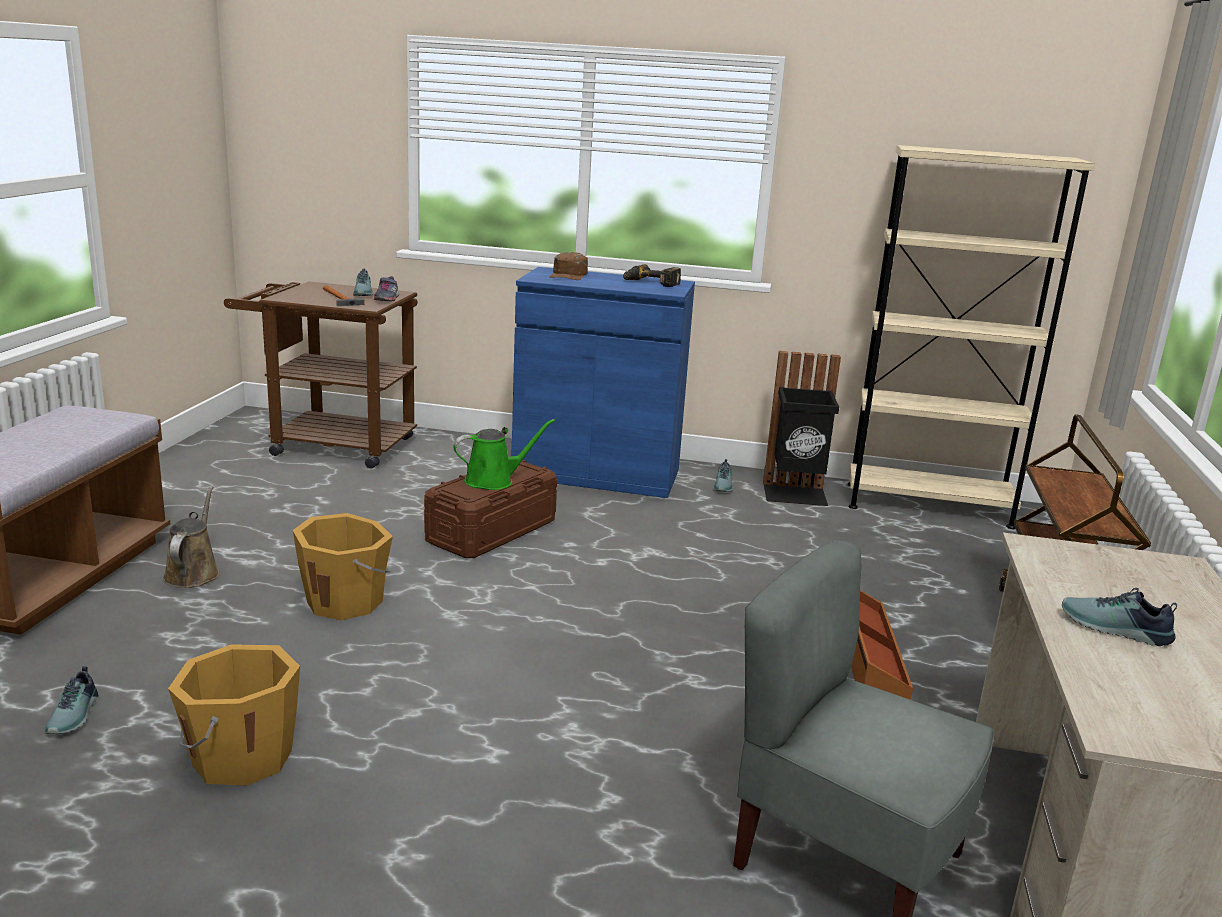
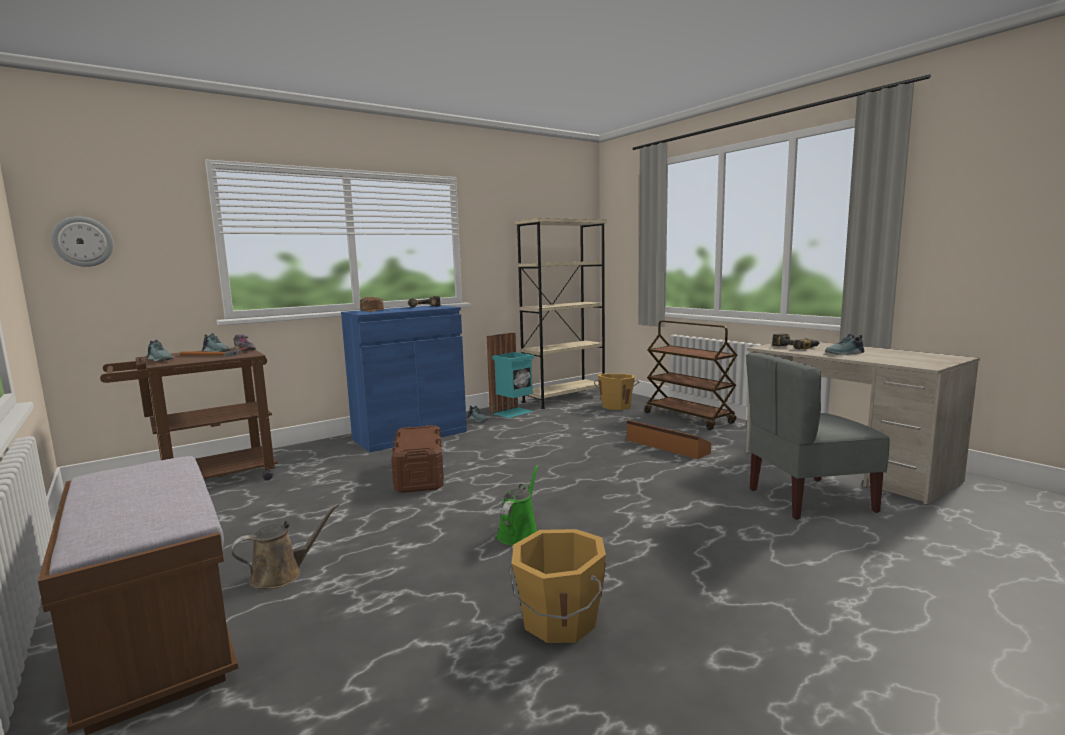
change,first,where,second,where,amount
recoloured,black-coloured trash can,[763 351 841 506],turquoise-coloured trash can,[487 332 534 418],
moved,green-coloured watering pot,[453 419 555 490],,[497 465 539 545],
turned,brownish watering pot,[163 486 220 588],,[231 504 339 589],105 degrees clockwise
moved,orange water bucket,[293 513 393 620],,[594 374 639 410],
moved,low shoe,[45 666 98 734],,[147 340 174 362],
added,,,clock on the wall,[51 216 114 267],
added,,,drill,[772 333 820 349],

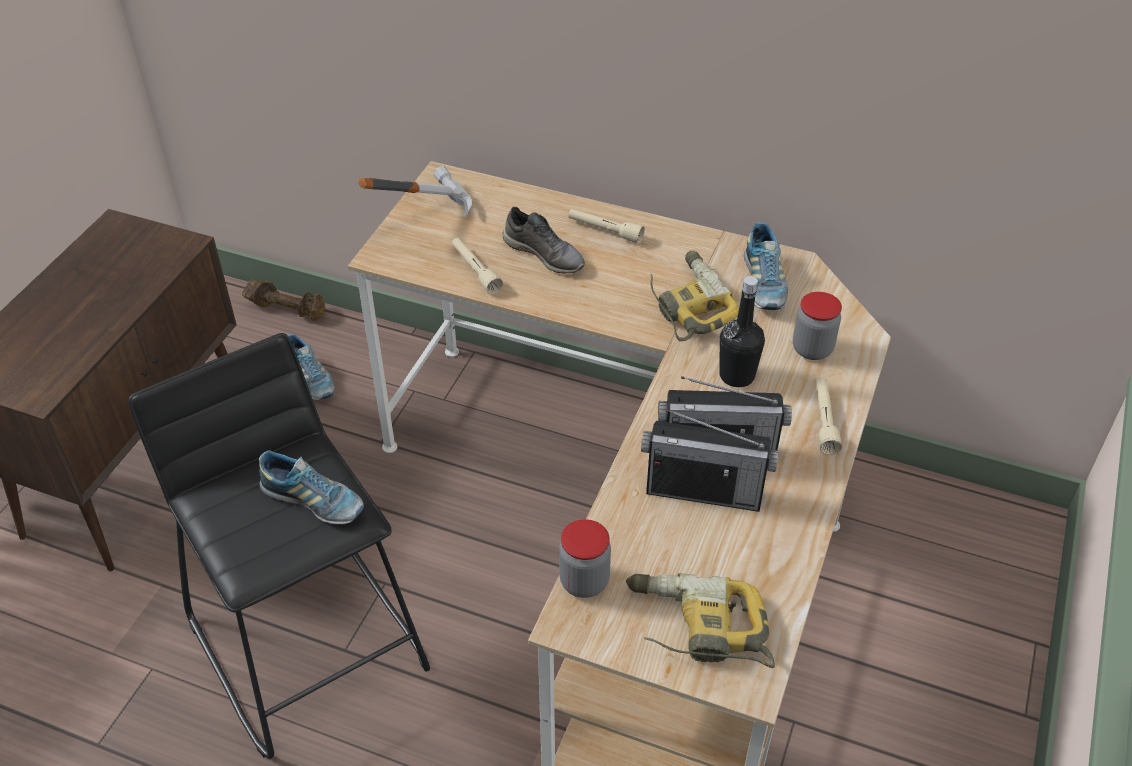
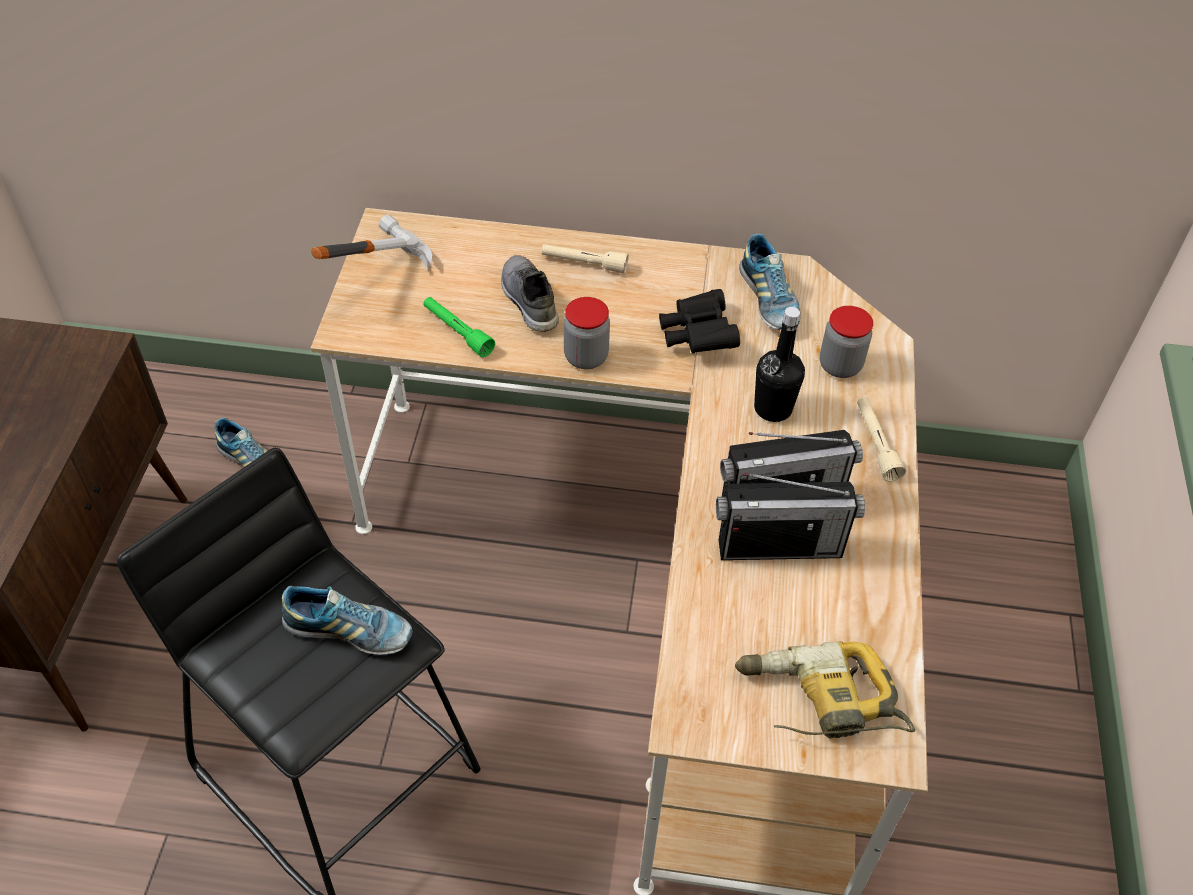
change,first,where,second,where,amount
turned,grey low shoe,[502 207 585 274],,[501 255 559 332],135 degrees counterclockwise
recoloured,beige torch,[452 238 503 294],green-coloured torch,[423 297 495 357],
replaced,drill,[650 251 739 341],black-coloured pair of binoculars,[659 289 740 353],
removed,brownish dumbbell,[242 279 325 321],,,
moved,storage jar,[559 519 611 598],,[564 297 610 369],

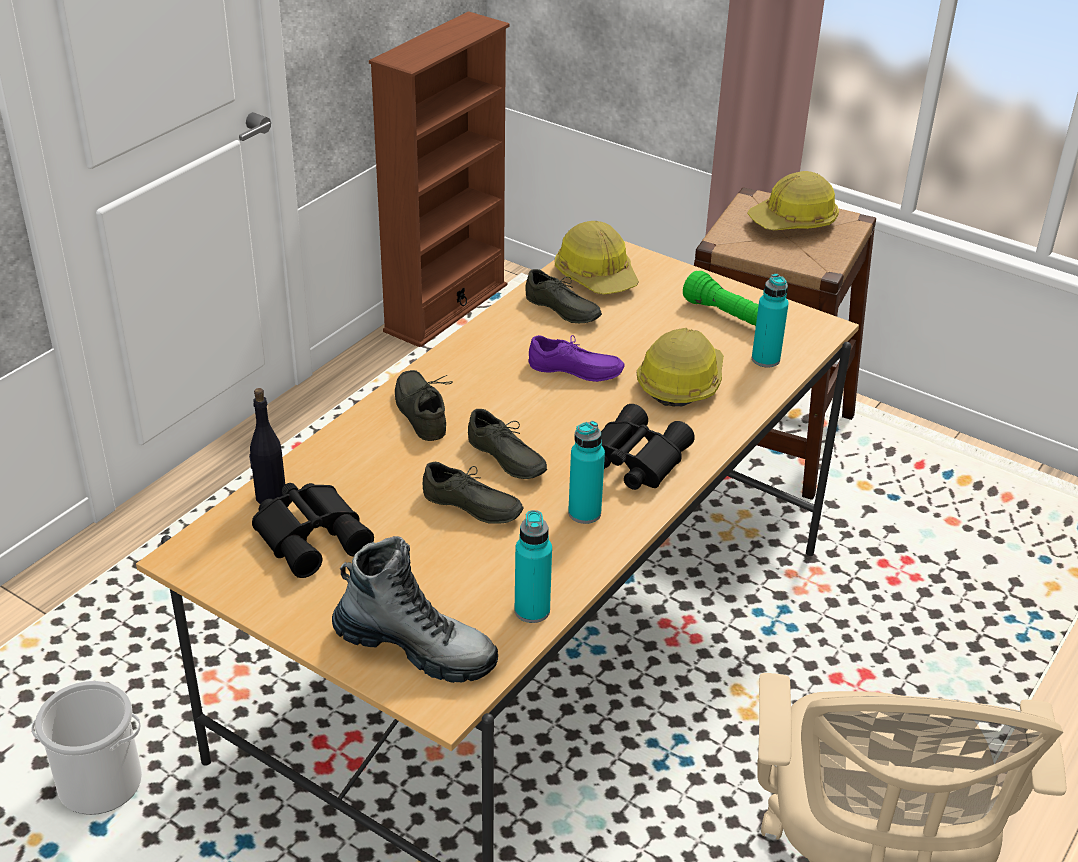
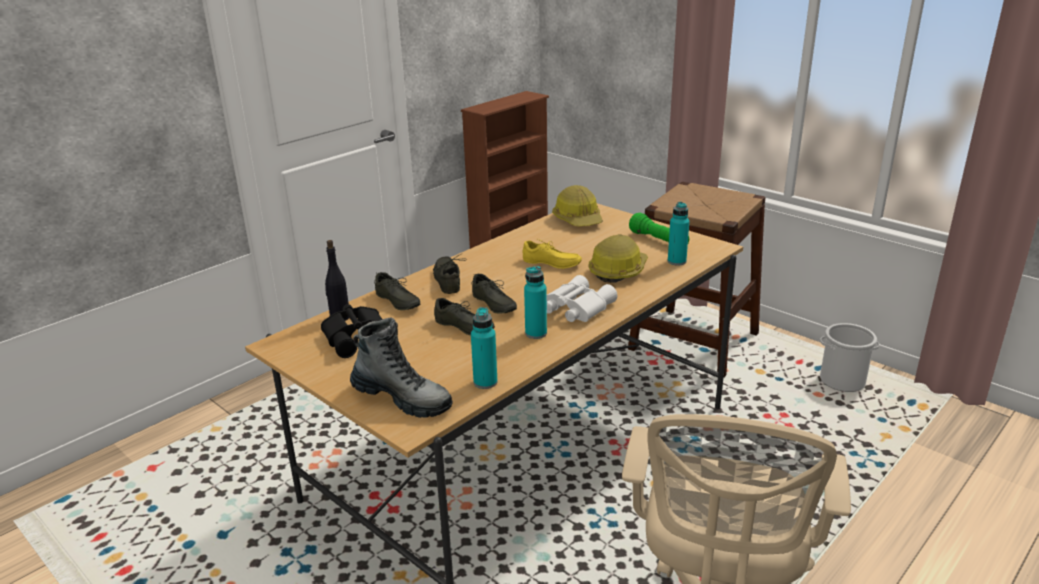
change,first,where,second,where,amount
removed,work helmet,[747 171 839 230],,,
moved,grey low shoe,[525 269 602 323],,[374 272 421 310],
recoloured,purplish low shoe,[528 335 625 382],yellow-coloured low shoe,[523 239 582 269],
recoloured,black-coloured pair of binoculars,[601 404 695 490],white-coloured pair of binoculars,[547 275 617 322],
moved,water bucket,[31 681 142 815],,[820 323 879 392],

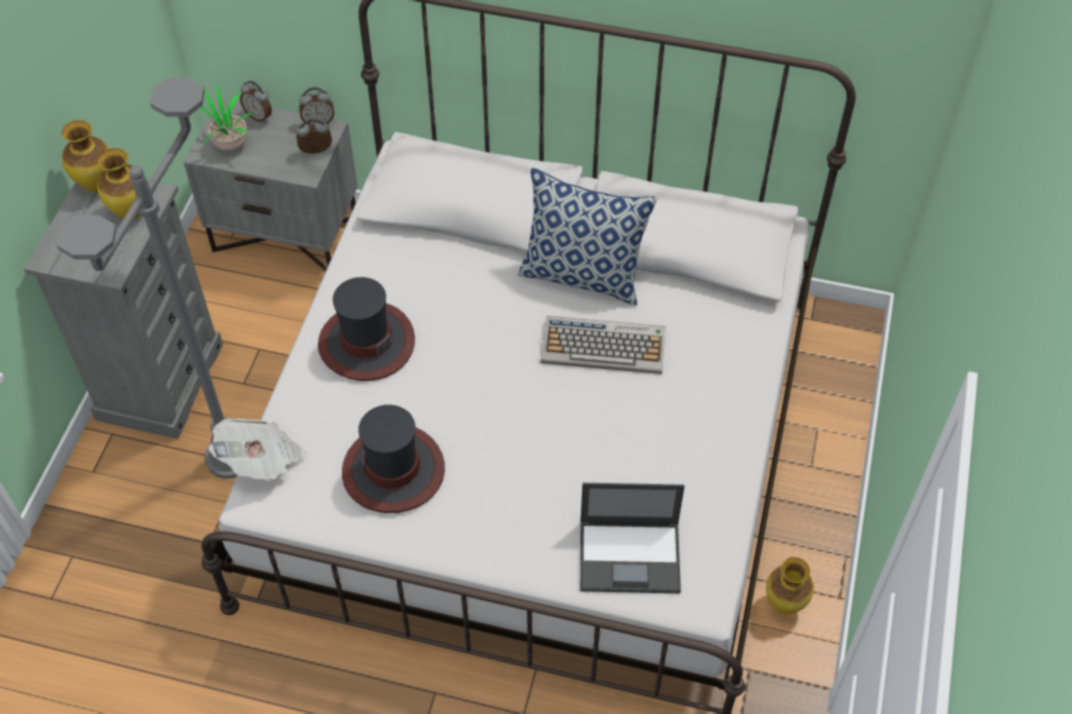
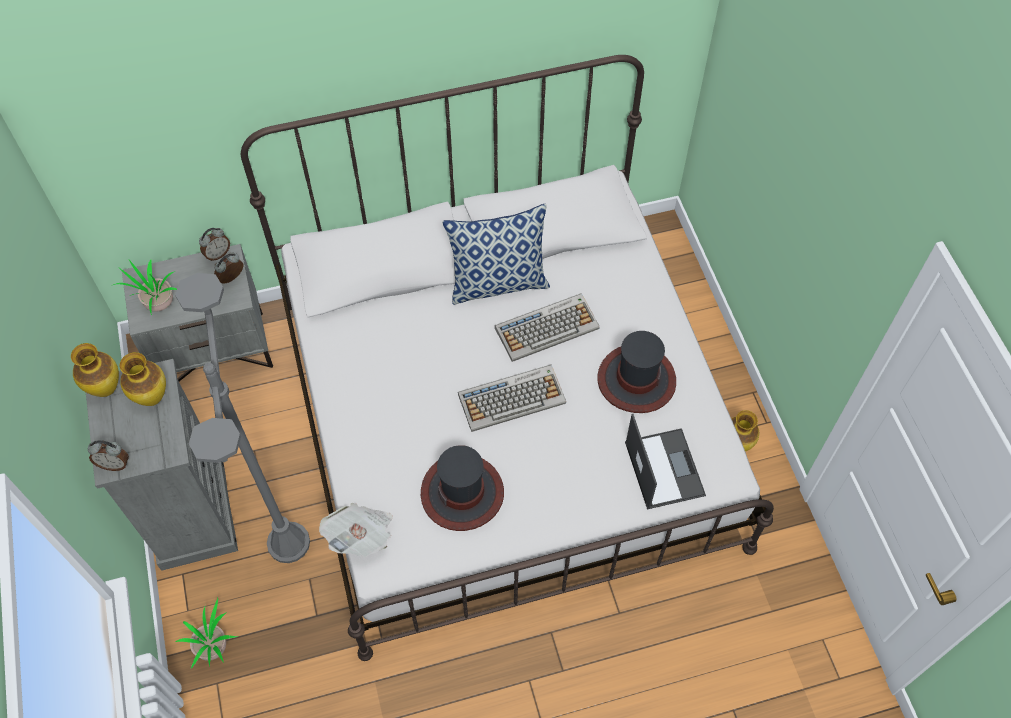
change,first,where,second,where,amount
moved,alarm clock,[240 81 272 123],,[88 440 129 471],
moved,clothing hat,[318 277 415 381],,[598 331 676 413],
turned,notebook computer,[580 483 685 593],,[625 414 706 509],75 degrees counterclockwise
added,,,computer keyboard,[458 364 566 432],
added,,,plant in a pot,[176 598 238 668],

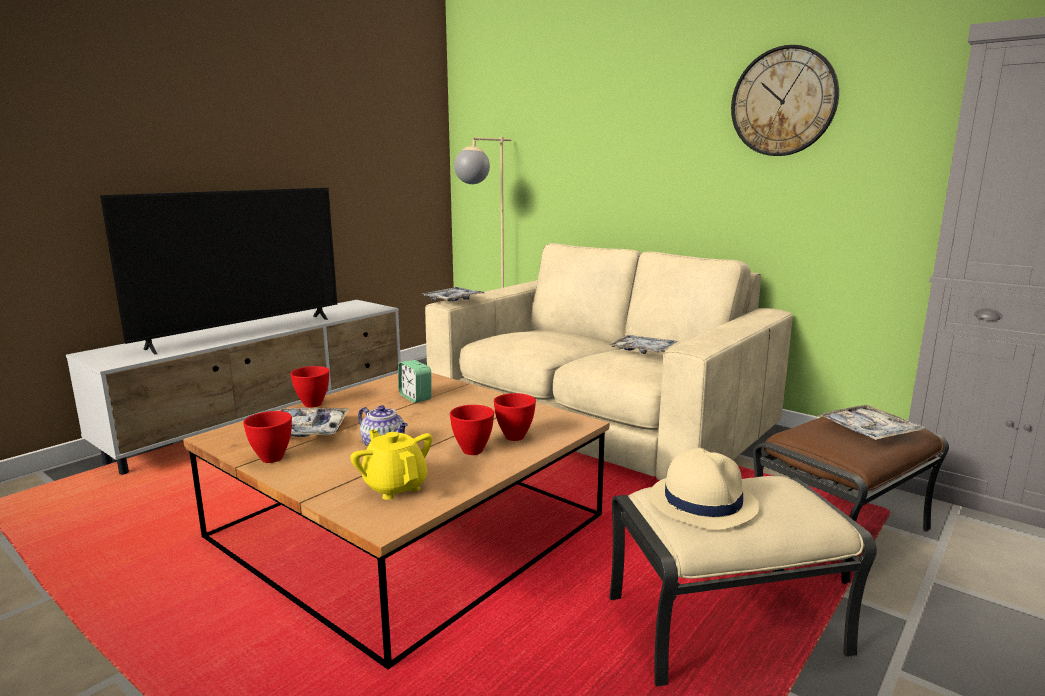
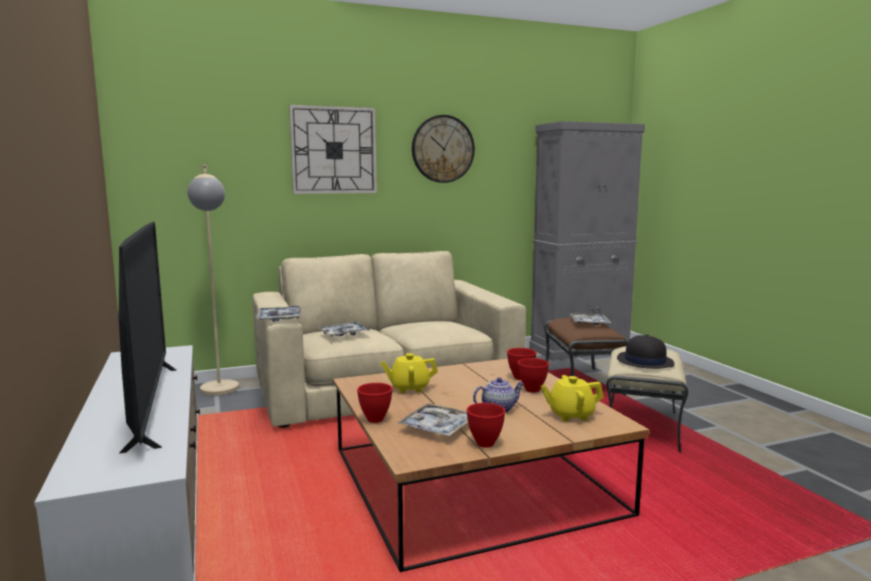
change,first,where,second,where,amount
moved,tray,[608 335 678 354],,[319 322 371 336],
replaced,alarm clock,[398 360 431 403],yellow-coloured tea pot,[381 353 438 393],
recoloured,beige clothing hat,[650 448 759 530],black-coloured clothing hat,[617 334 674 369],
added,,,clock on the wall,[289 105 377 194],

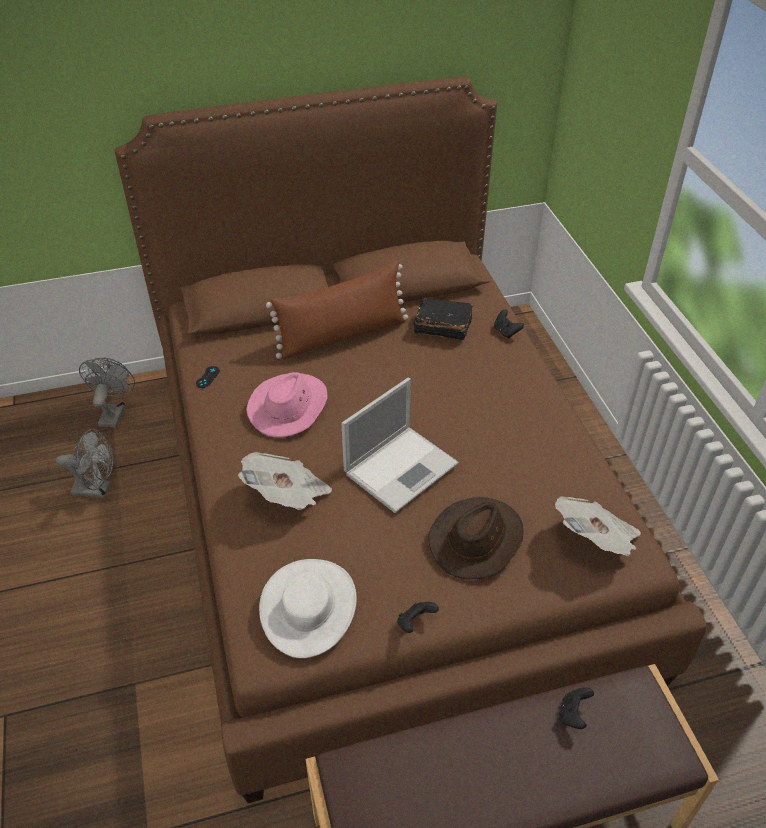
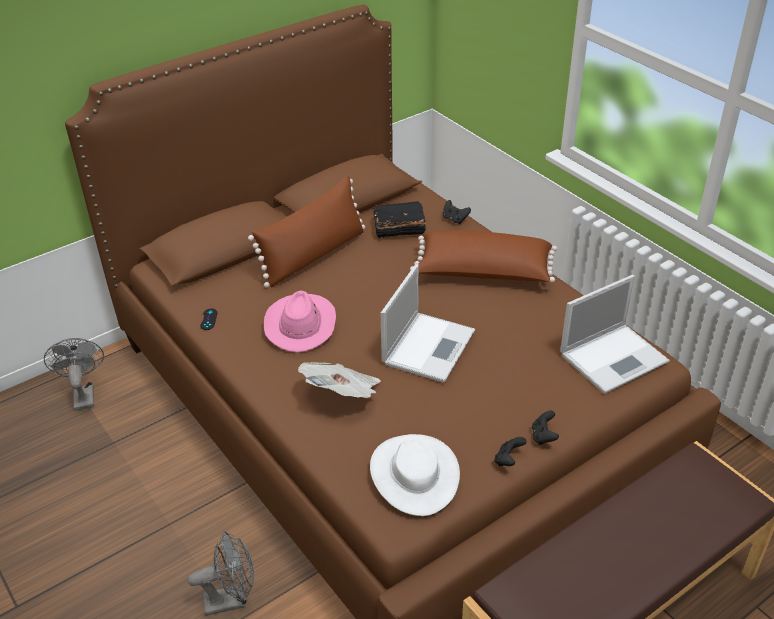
change,first,where,second,where,amount
moved,grey cooling fan,[56 429 113 498],,[188 531 254 616],
replaced,printed paper,[555 496 641 556],notebook computer,[560 275 670 394],
removed,brownish clothing hat,[428 497 524 580],,,
moved,black-coloured joypad,[559 687 594 729],,[532 411 559 445],
added,,,brownish pillow,[410 230 557 283],

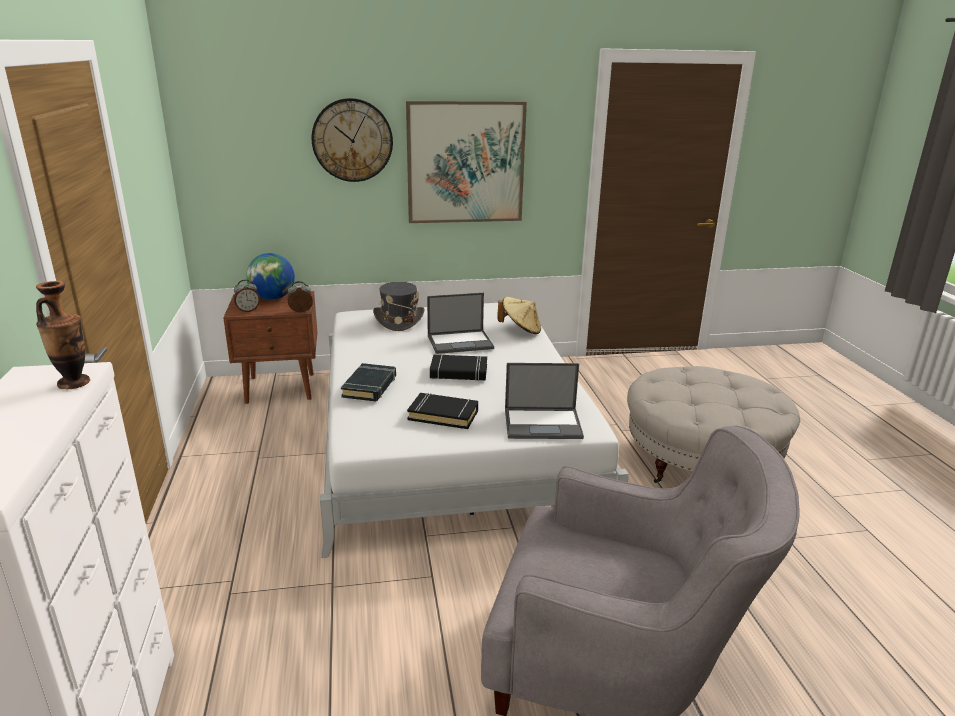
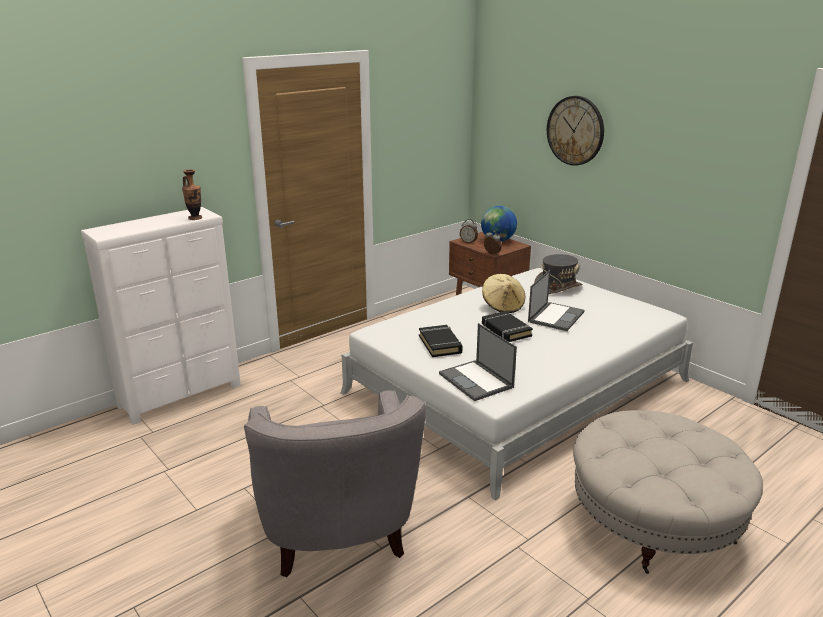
change,first,where,second,where,amount
removed,wall picture,[406 101 527 223],,,
turned,notebook computer,[427 293 494 354],,[528 270 585 331],105 degrees counterclockwise
moved,beige clothing hat,[498 297 541 334],,[482 274 526 313],
removed,black-coloured bound book,[341 363 396 401],,,

